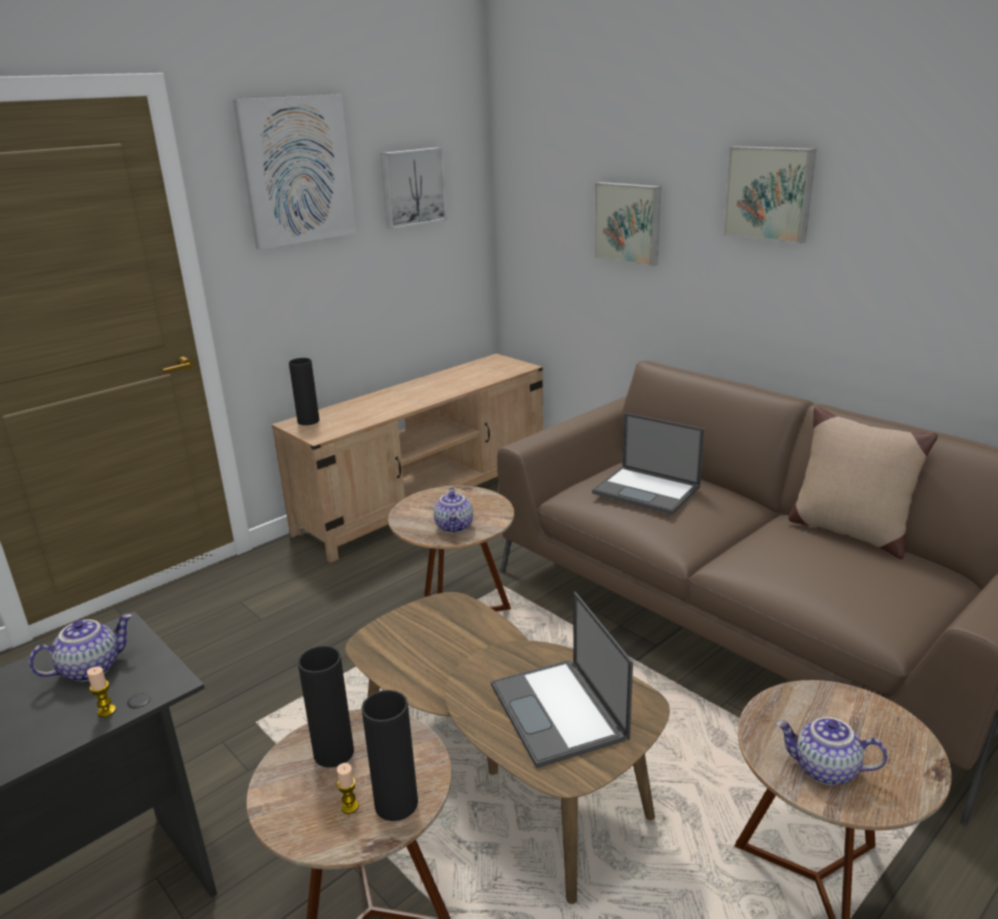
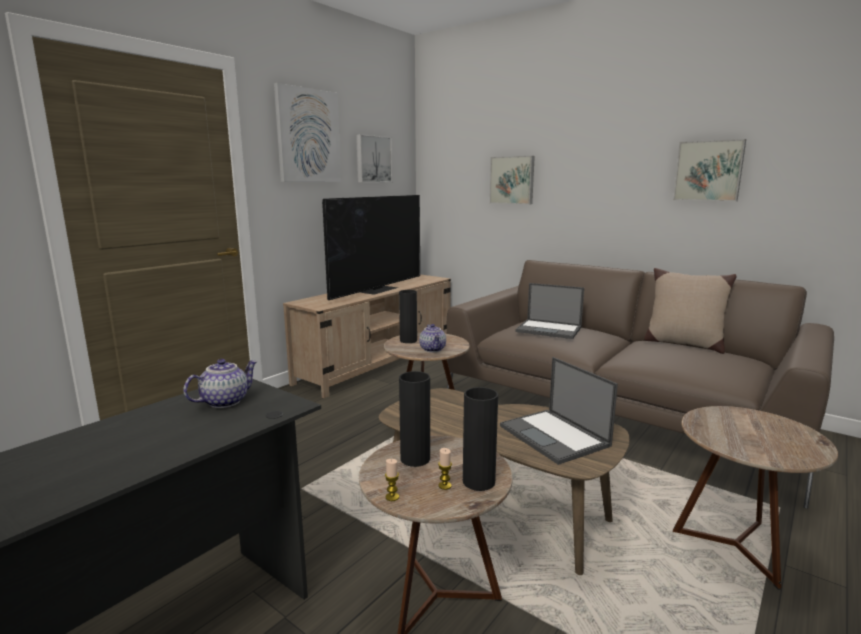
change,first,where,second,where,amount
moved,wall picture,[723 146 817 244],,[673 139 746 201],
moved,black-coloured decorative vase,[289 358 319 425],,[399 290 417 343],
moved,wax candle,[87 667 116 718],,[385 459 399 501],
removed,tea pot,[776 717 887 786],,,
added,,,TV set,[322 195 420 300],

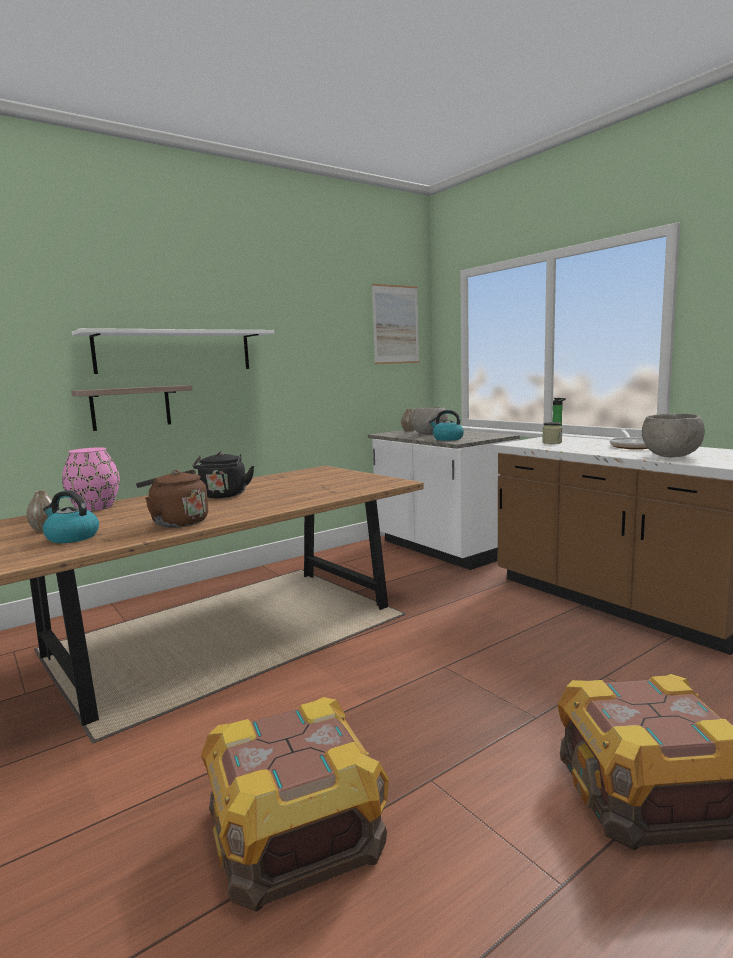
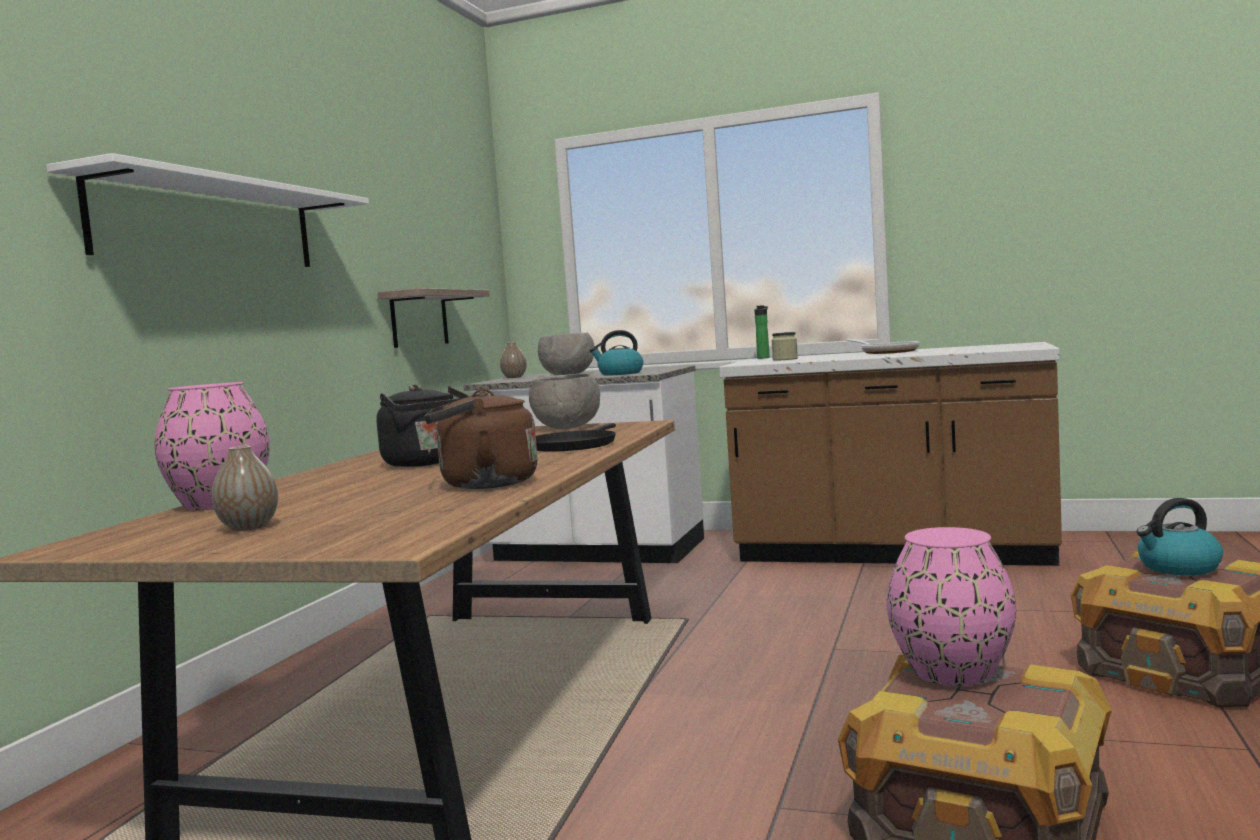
change,first,where,second,where,amount
removed,wall picture,[372 284 419 364],,,
moved,shelf,[71 385 193 431],,[377 288 490 348],
moved,grey serving bowl,[642 414 705 457],,[529 374 600 429],
moved,kettle,[43 490 99 543],,[1136 498 1223 575],
added,,,black-coloured pan,[536 423 616 452],
added,,,pinkish decorative vase,[886 527 1016 686],

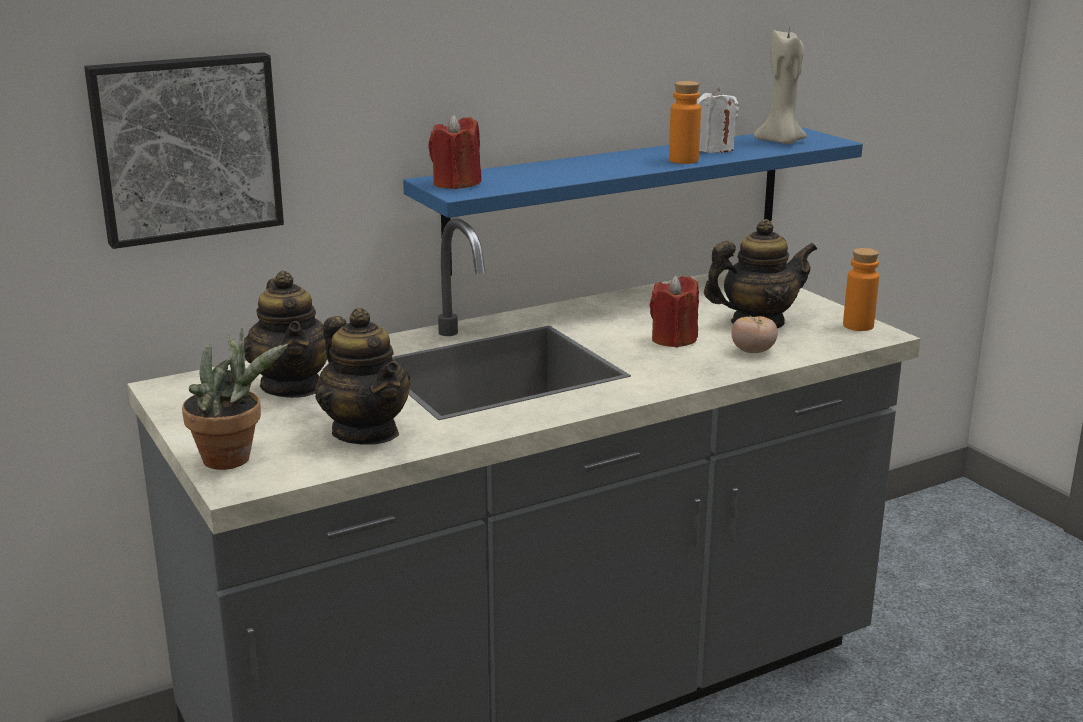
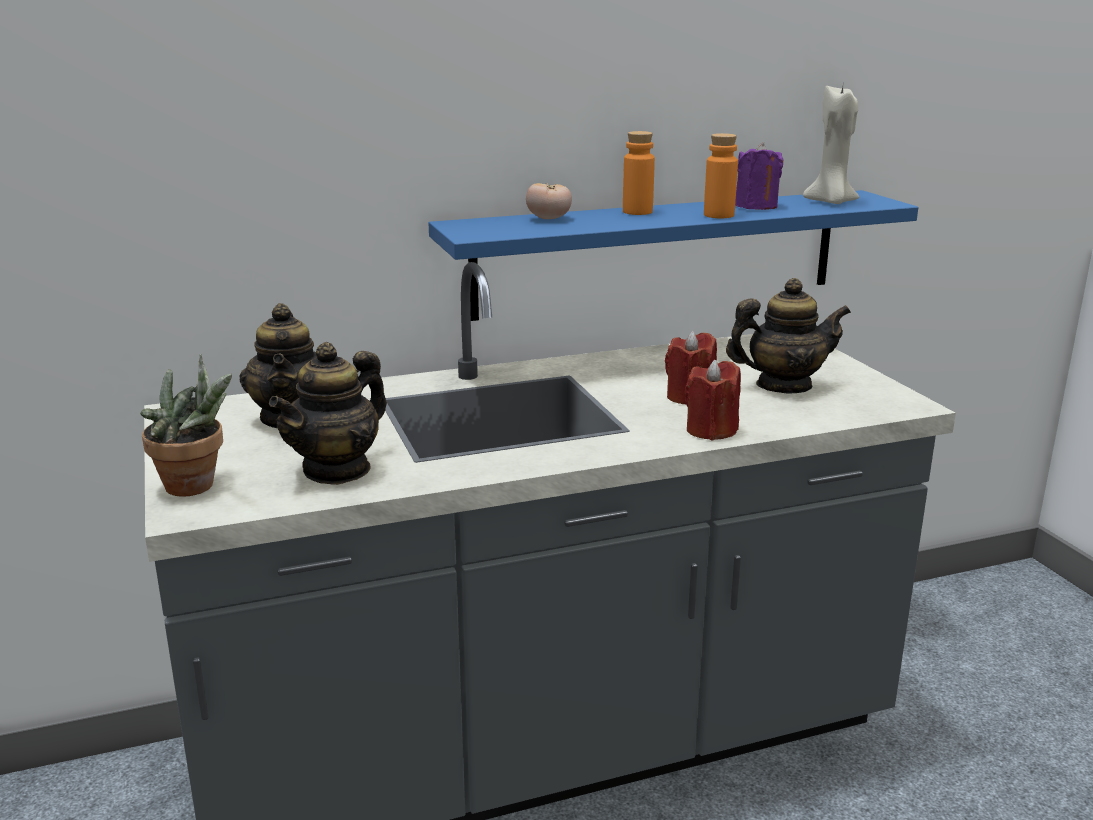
change,first,where,second,where,amount
removed,wall picture,[84 52 284 249],,,
recoloured,white-coloured wax candle,[697 87 739 153],purplish wax candle,[735 142 783 210],
moved,red-coloured wax candle,[428 115 481 189],,[684 360 741 440],
moved,orange bottle,[843 248 879 331],,[623 131 655 215],
turned,tea pot,[315 308 411 445],,[269 342 387 485],60 degrees clockwise
moved,fresh tomato,[731 316 778 353],,[526 183 572 219],

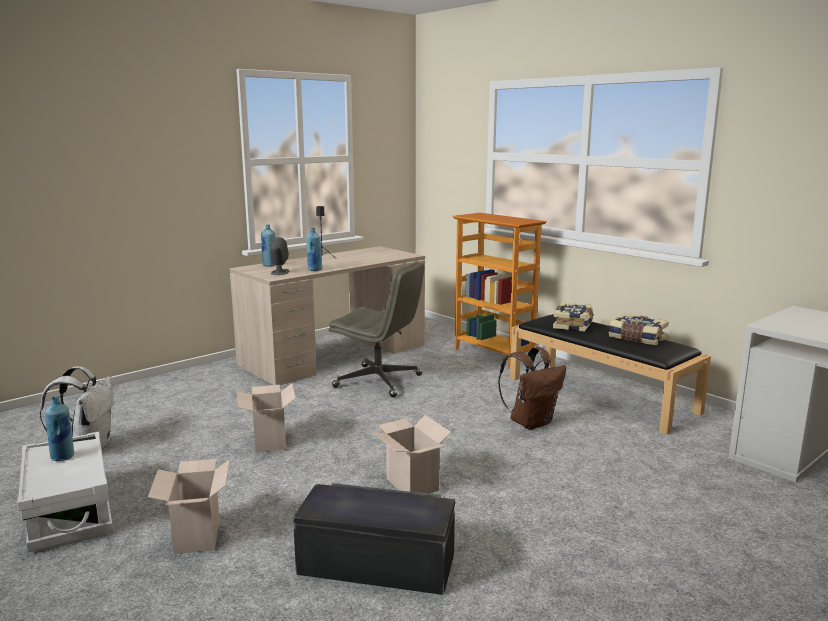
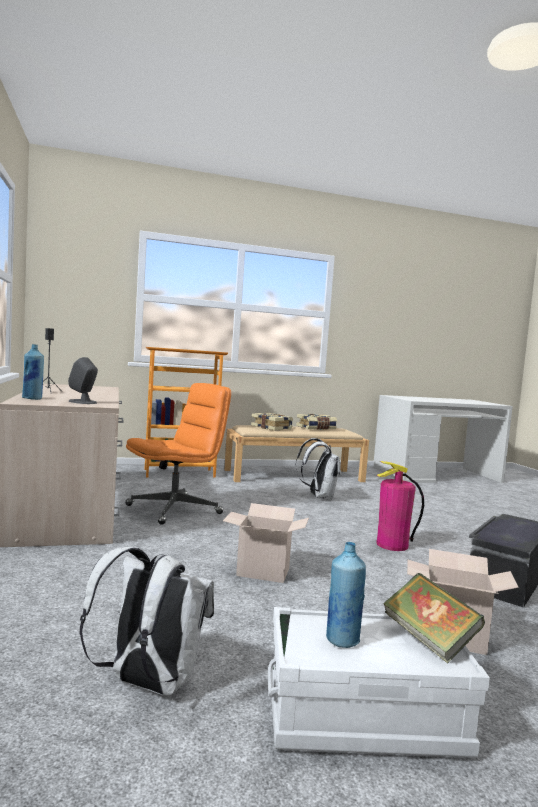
change,first,where,second,where,amount
removed,blue bottle,[306 228 322 271],,,
recoloured,grey office chair,[329 262 424 397],orange office chair,[125 383 231 525],
recoloured,black-coloured bench,[510 314 711 435],beige bench,[224 425 369 482],
recoloured,brownish backpack,[498 347 566 430],white-coloured backpack,[296 438 341 500],
replaced,carton,[372 415 451 494],fire-fighting cylinder,[376 461 424 551],
added,,,bound book,[383 573 485 663],

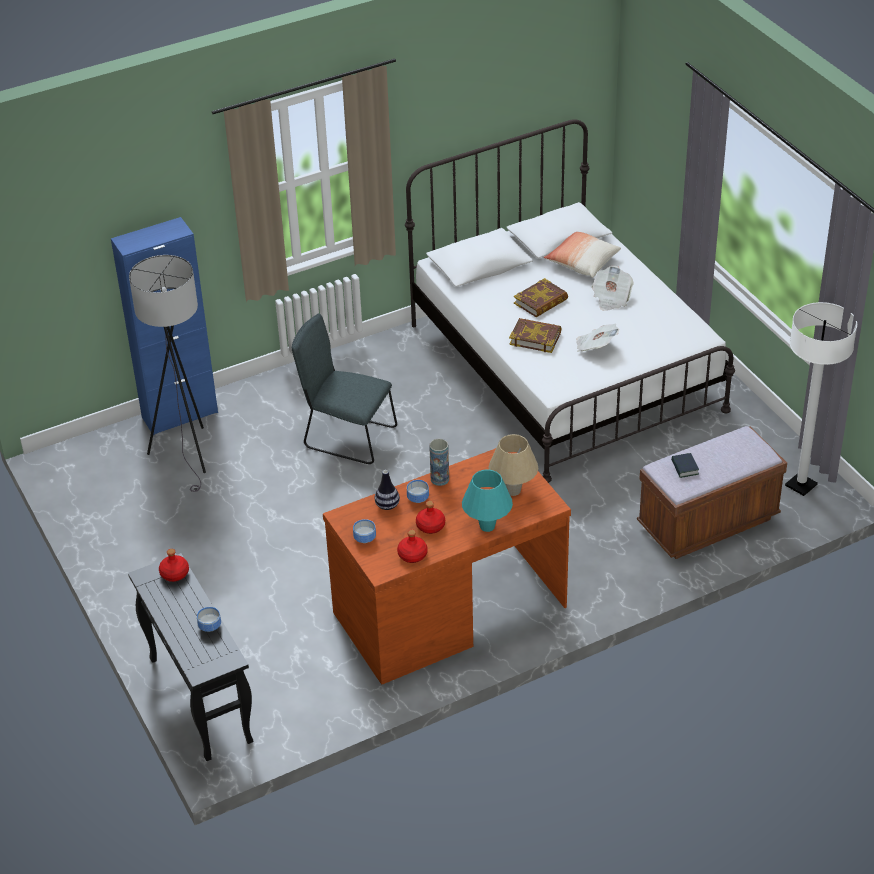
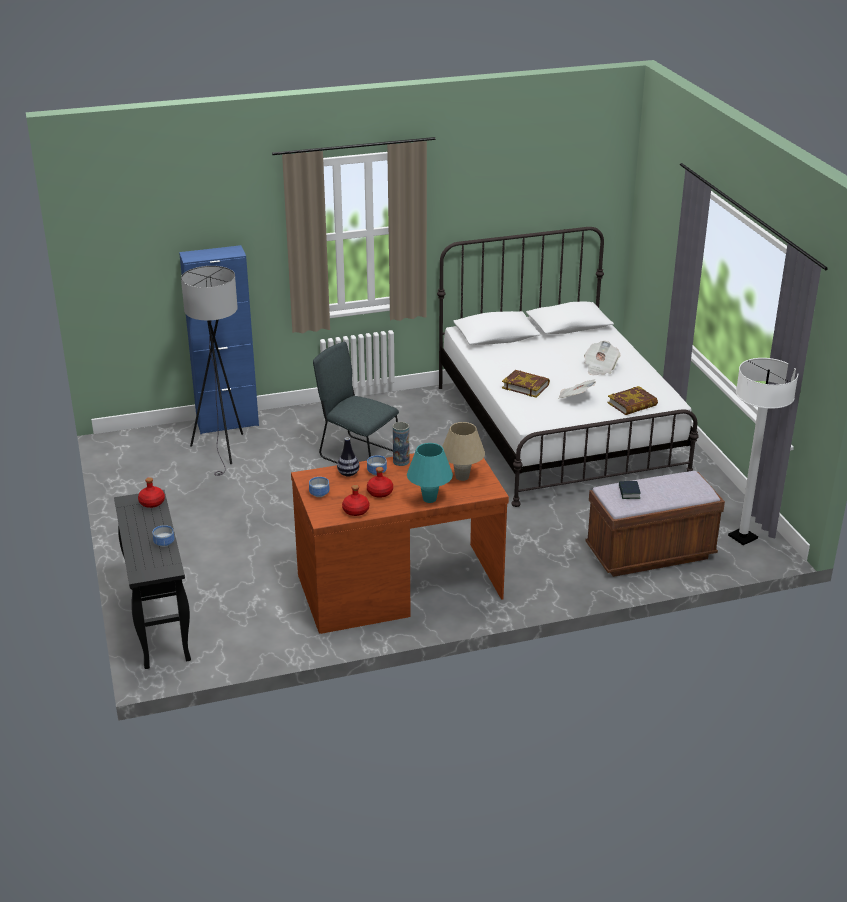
change,first,where,second,where,amount
removed,pillow,[544 232 621 278],,,
moved,bound book,[514 278 568 317],,[607 386 658 415],

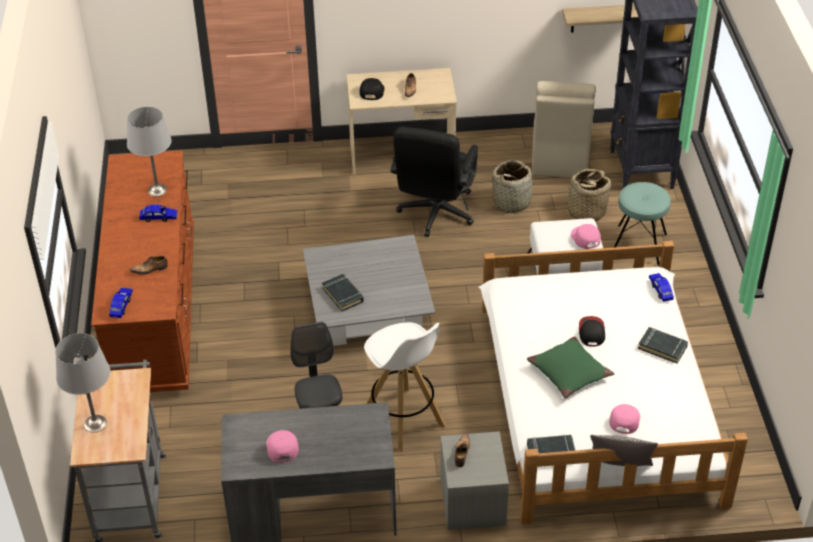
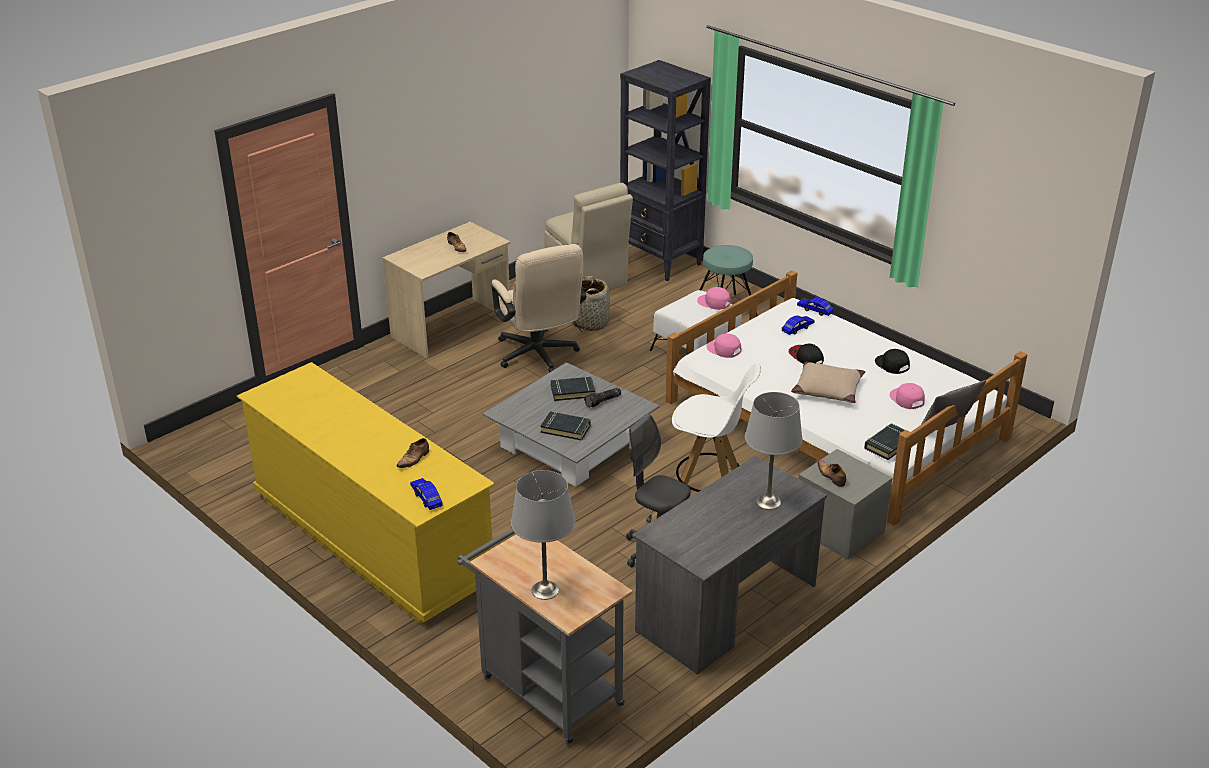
change,first,where,second,where,amount
removed,shelf,[562 4 638 33],,,
moved,black-coloured cap,[360 78 385 100],,[875 349 910 374],
moved,grey tabletop lamp,[127 107 172 197],,[745 392 803 510],
recoloured,black-coloured office chair,[390 126 478 237],beige office chair,[491 244 586 373],
recoloured,brownish chest of drawers,[91 150 194 392],yellow-coloured chest of drawers,[237 362 495 624],
removed,household basket,[562 169 611 221],,,
moved,blue miniature car,[139 204 178 222],,[782 315 814 335],
moved,black-coloured bound book,[638 327 688 363],,[551 377 596 401],
recoloured,green-coloured pillow,[527 337 614 398],beige pillow,[791 361 865 403],
moved,pinkish cap,[266 430 299 462],,[707 333 741 358],
added,,,torch,[584 387 621 408],

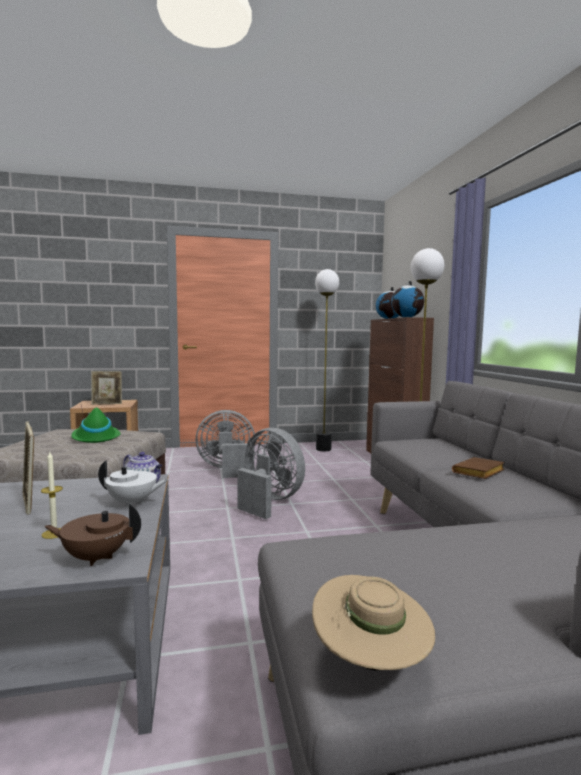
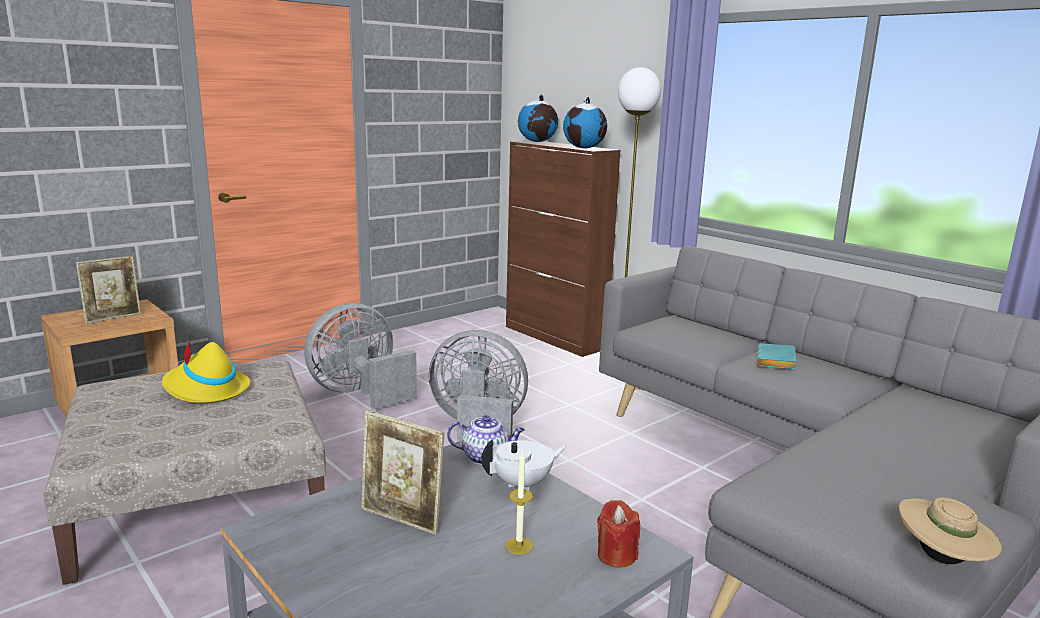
change,first,where,second,where,amount
removed,floor lamp,[315 269 339 451],,,
recoloured,green-coloured clothing hat,[71 406 121 443],yellow-coloured clothing hat,[162 342 250 403],
recoloured,brownish bound book,[452 457 505 479],turquoise-coloured bound book,[757 343 796 369],
replaced,brownish tea pot,[44 504 141 566],red-coloured wax candle,[597 500 640 568],

